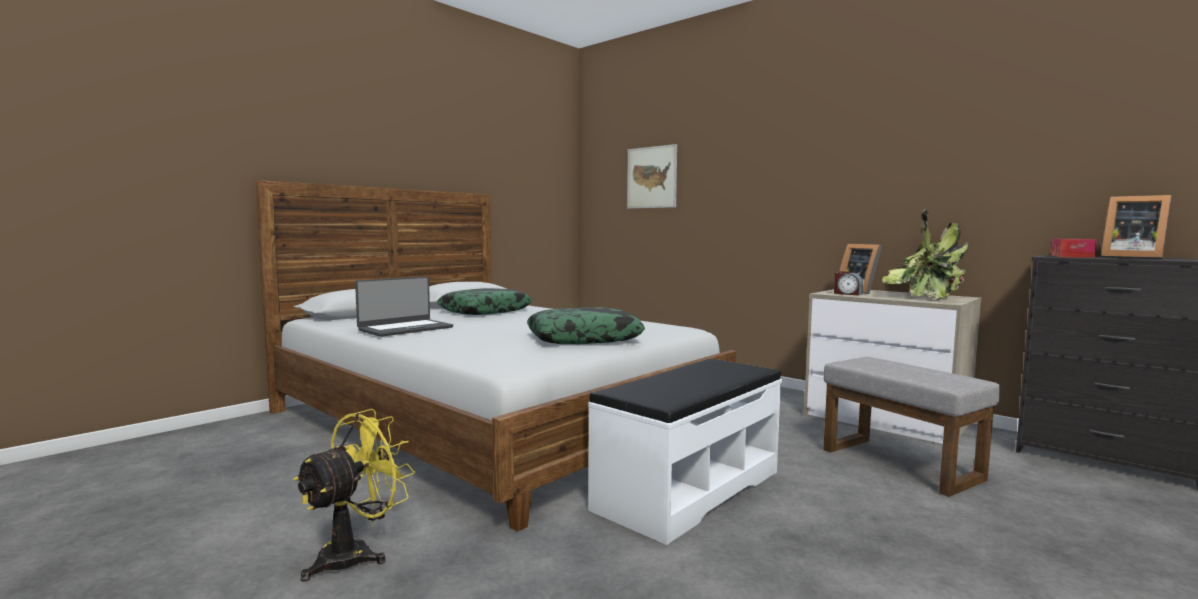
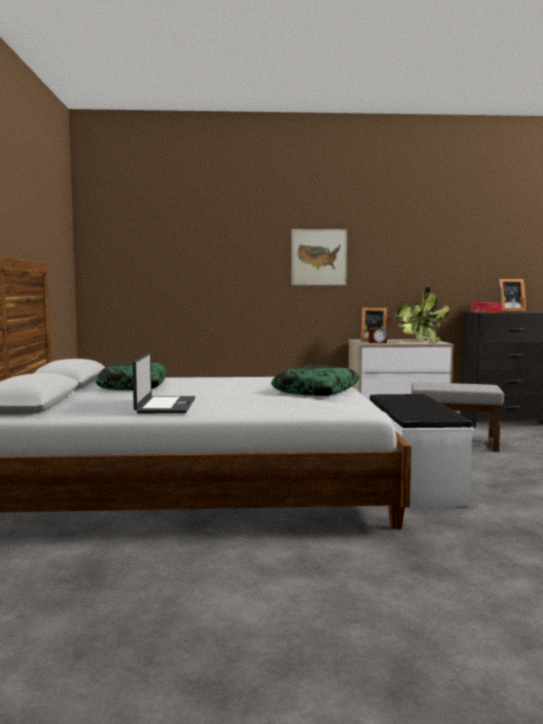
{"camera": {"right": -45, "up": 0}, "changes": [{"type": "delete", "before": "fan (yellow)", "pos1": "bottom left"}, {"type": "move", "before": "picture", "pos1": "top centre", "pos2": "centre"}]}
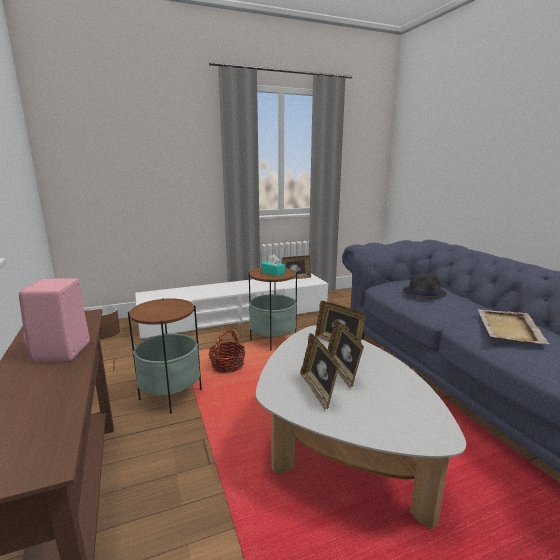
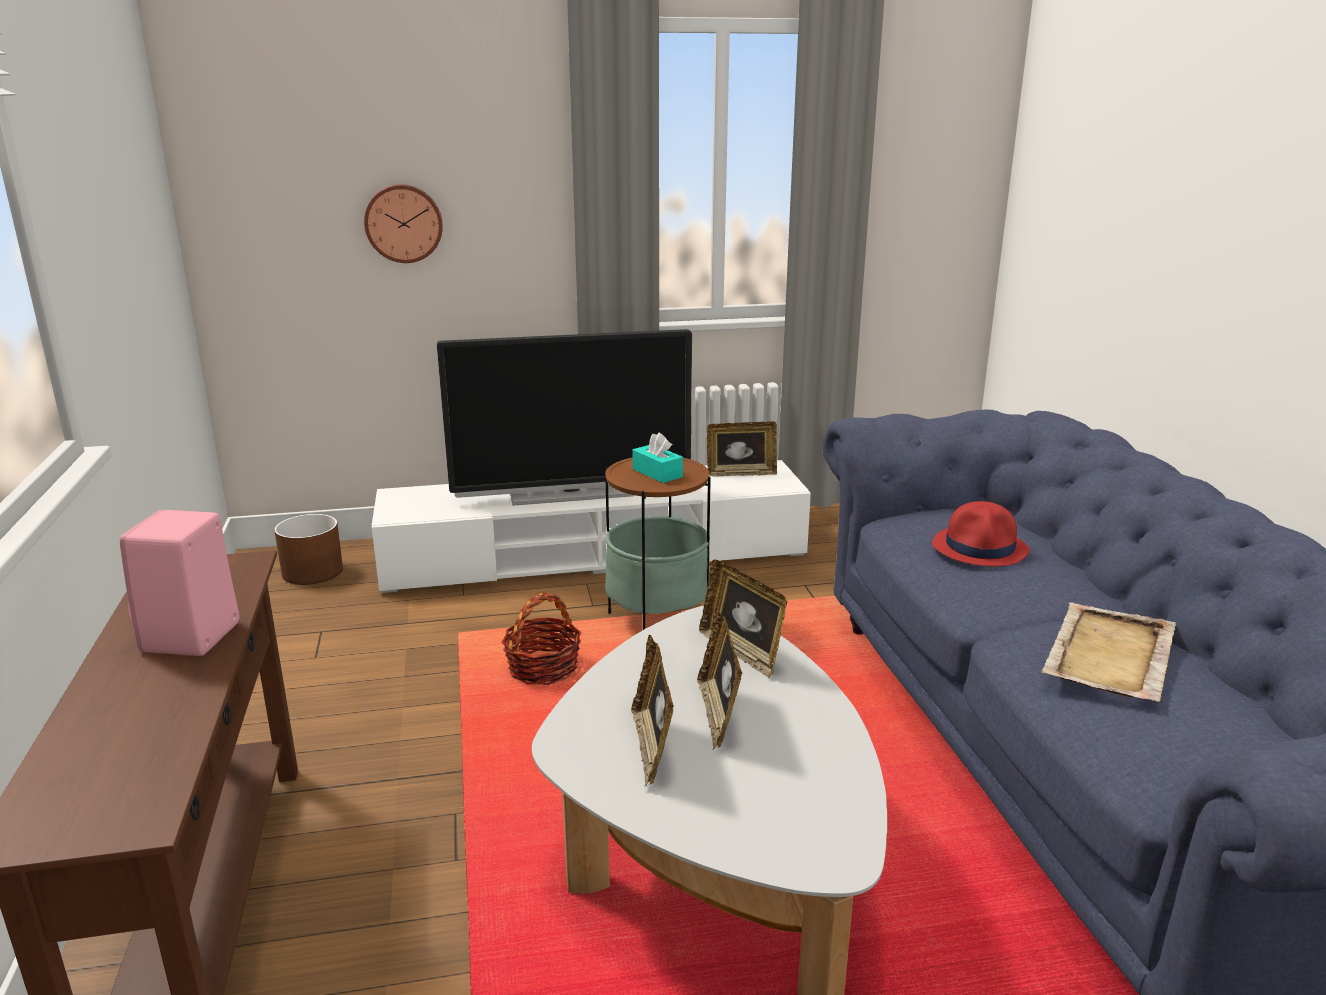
{"camera": {"right": 10, "up": 5}, "changes": [{"type": "delete", "before": "accent table (1st from left)", "pos1": "middle left"}, {"type": "recolor", "before": "wearable hat (blackish)", "after": "wearable hat (red-coloured)", "pos1": "middle right", "pos2": "middle right"}, {"type": "insert", "after": "clock on the wall", "pos2": "top left"}, {"type": "insert", "after": "TV set", "pos2": "centre"}]}
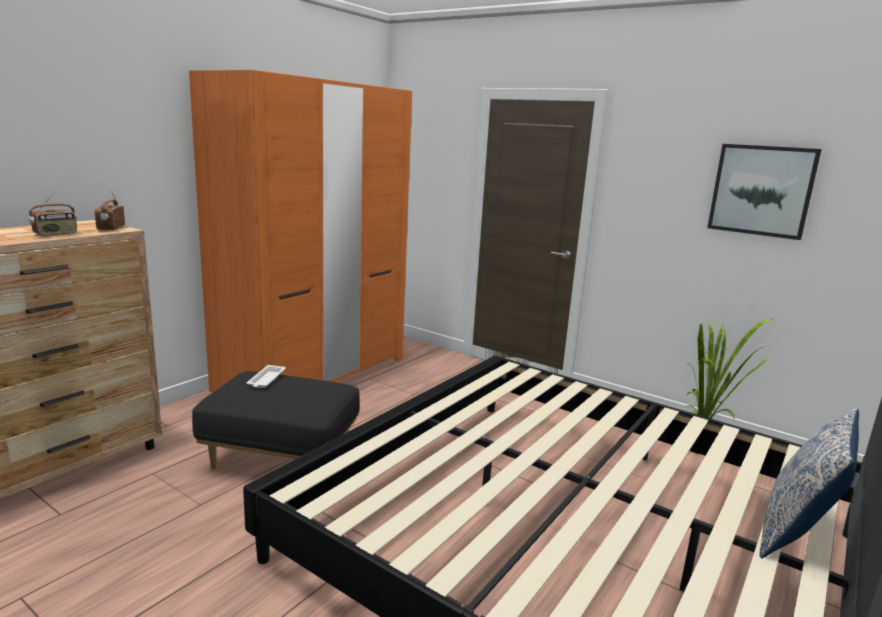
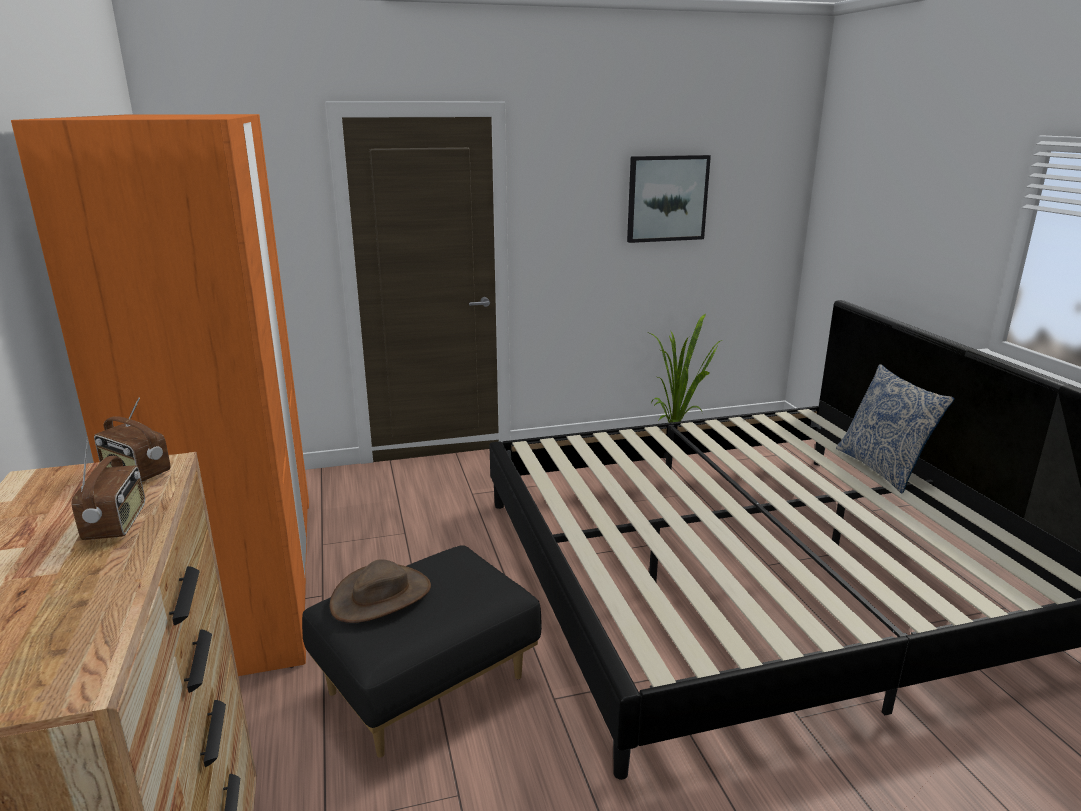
{"camera": {"right": -50, "up": 5}, "changes": [{"type": "replace", "before": "tray (whitish)", "after": "wearable hat (brown-coloured)", "pos1": "middle left", "pos2": "bottom centre"}]}
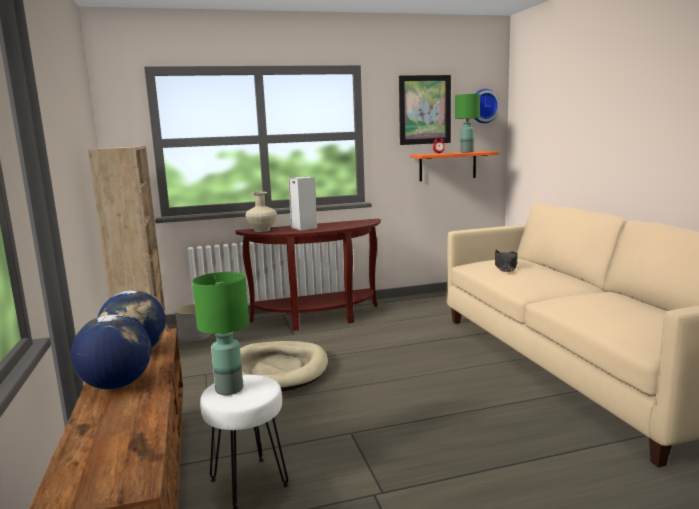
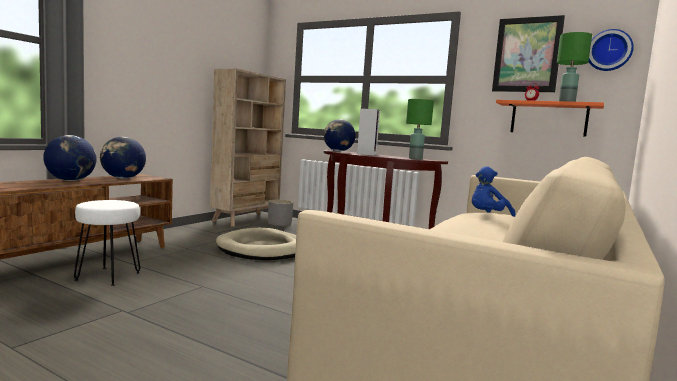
{"camera": {"right": 45, "up": -5}, "changes": [{"type": "move", "before": "table lamp (green) (1st from left)", "pos1": "middle left", "pos2": "centre"}, {"type": "replace", "before": "flower vase (sand-coloured)", "after": "globe (3rd from left)", "pos1": "centre", "pos2": "centre"}, {"type": "replace", "before": "wearable hat (blackish)", "after": "soft toy (bluish)", "pos1": "middle right", "pos2": "middle right"}]}
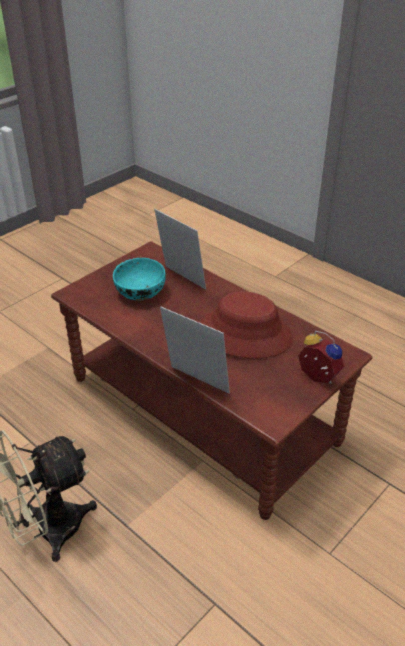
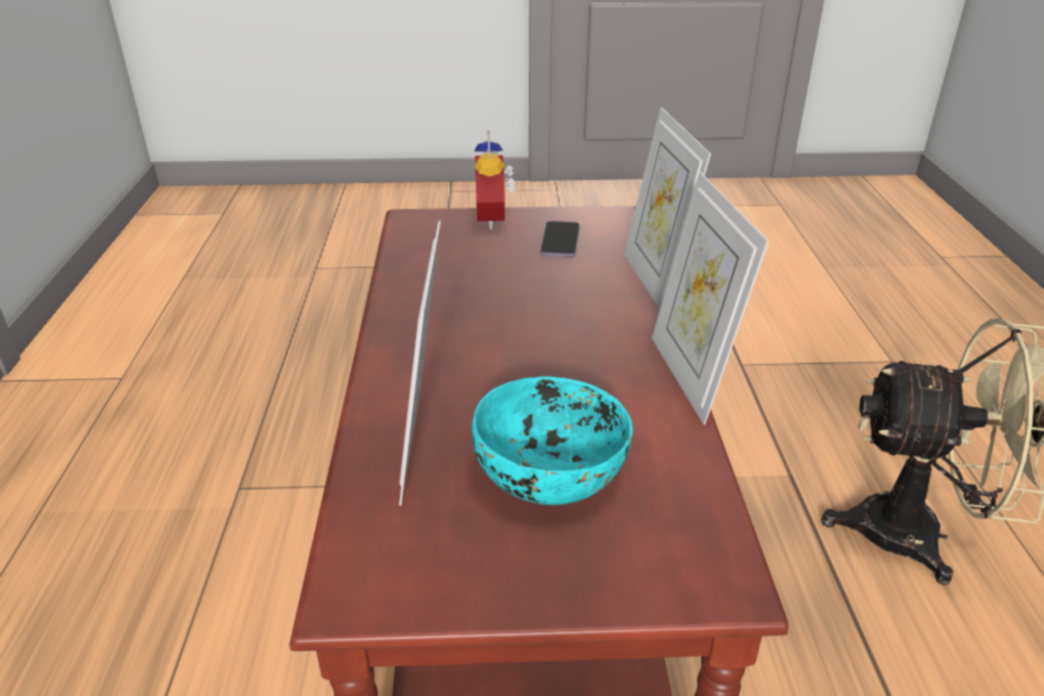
{"camera": {"right": -135, "up": -5}, "changes": [{"type": "delete", "before": "wearable hat (red-coloured)", "pos1": "centre"}, {"type": "insert", "after": "telephone", "pos2": "centre"}, {"type": "insert", "after": "photo frame (3rd from left)", "pos2": "middle right"}]}
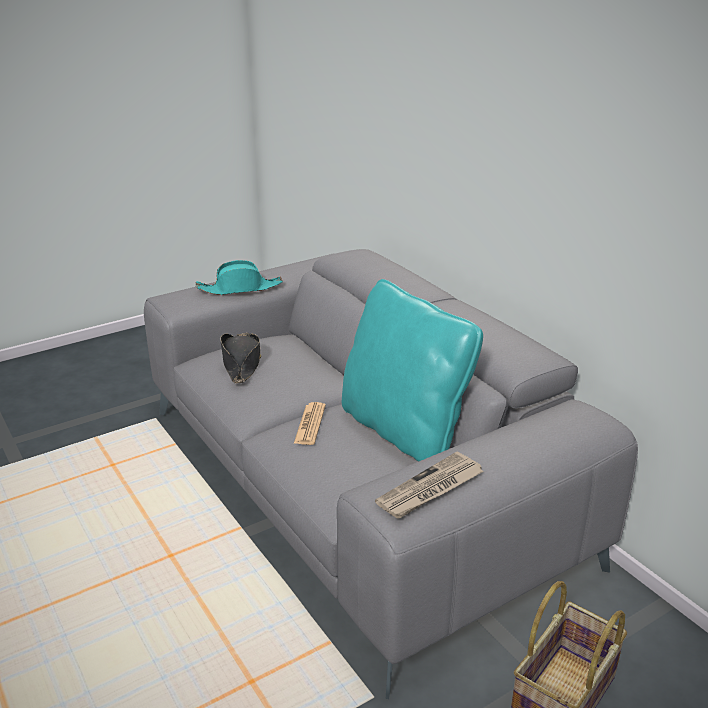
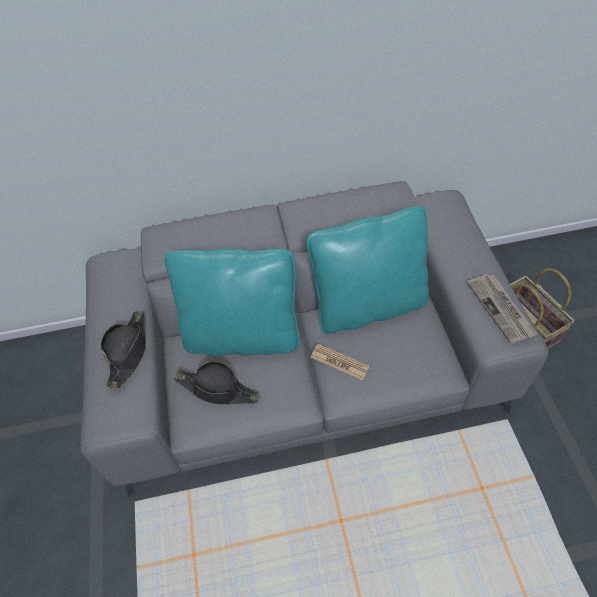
{"camera": {"right": -65, "up": 25}, "changes": [{"type": "recolor", "before": "wearable hat (turquoise)", "after": "wearable hat (blackish) (1st from left)", "pos1": "centre", "pos2": "middle left"}, {"type": "insert", "after": "cushion (turquoise) (1st from left)", "pos2": "centre"}]}
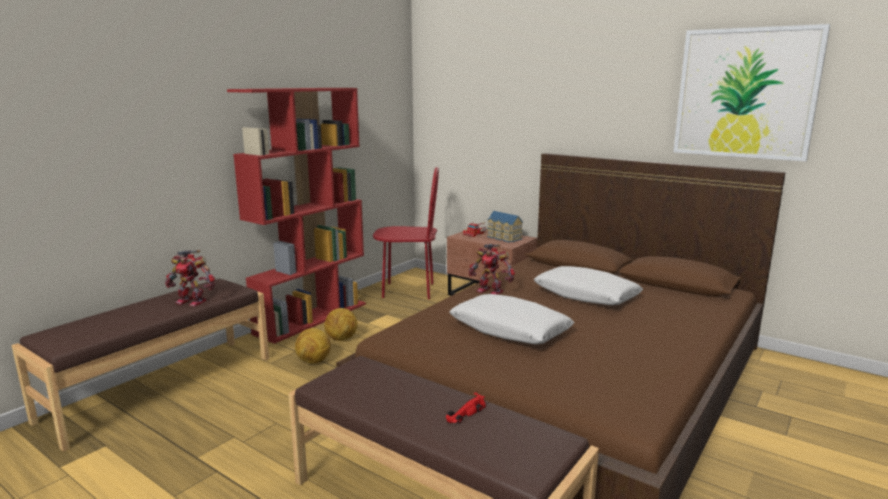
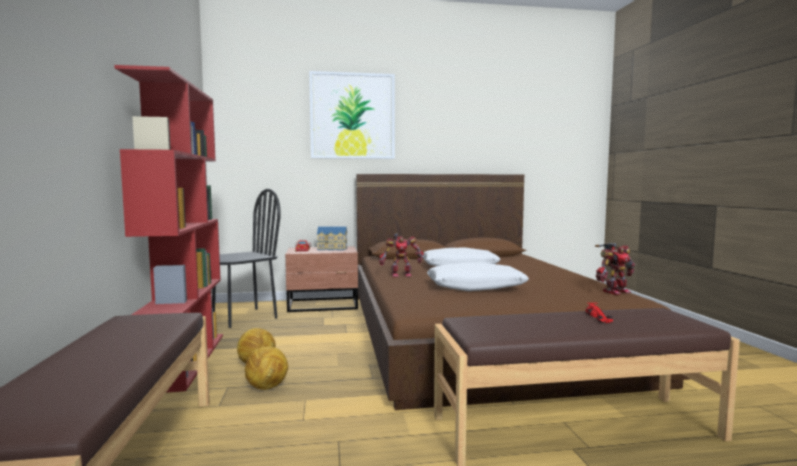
{"camera": {"right": -45, "up": -10}, "changes": [{"type": "move", "before": "model robot (1st from left in the first image)", "after": "model robot (2nd from left)", "pos1": "middle left", "pos2": "middle right"}, {"type": "recolor", "before": "plain chair (red-coloured)", "after": "plain chair (blackish)", "pos1": "centre", "pos2": "middle left"}, {"type": "move", "before": "picture", "pos1": "top right", "pos2": "top centre"}]}
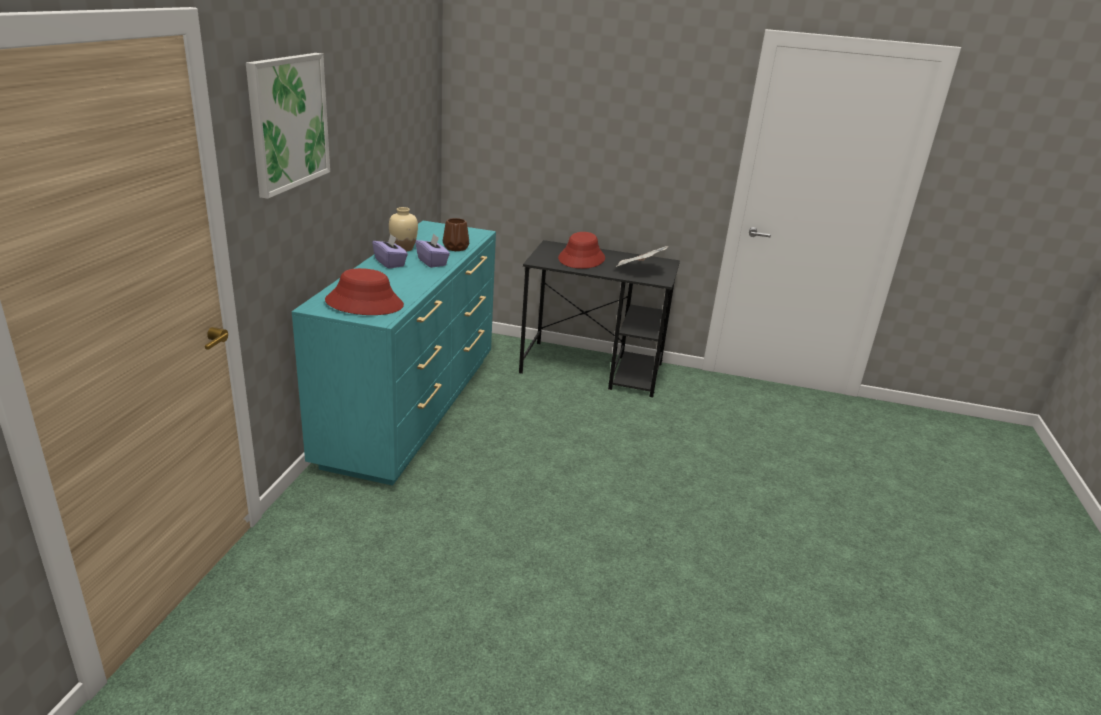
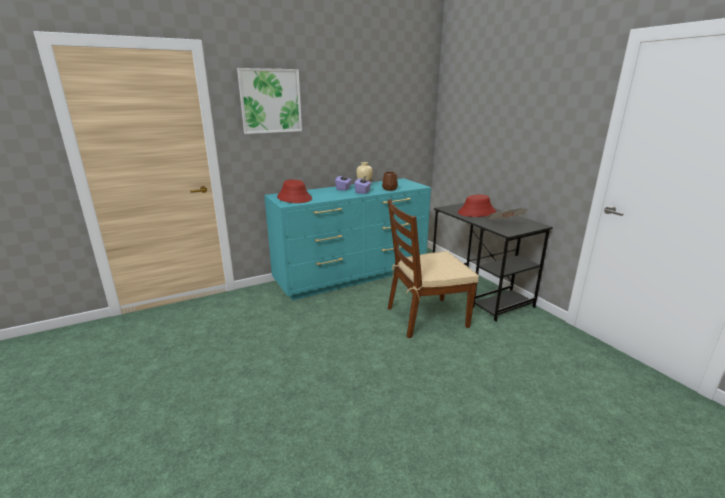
{"camera": {"right": 50, "up": -5}, "changes": [{"type": "insert", "after": "plain chair (brown-coloured)", "pos2": "centre"}]}
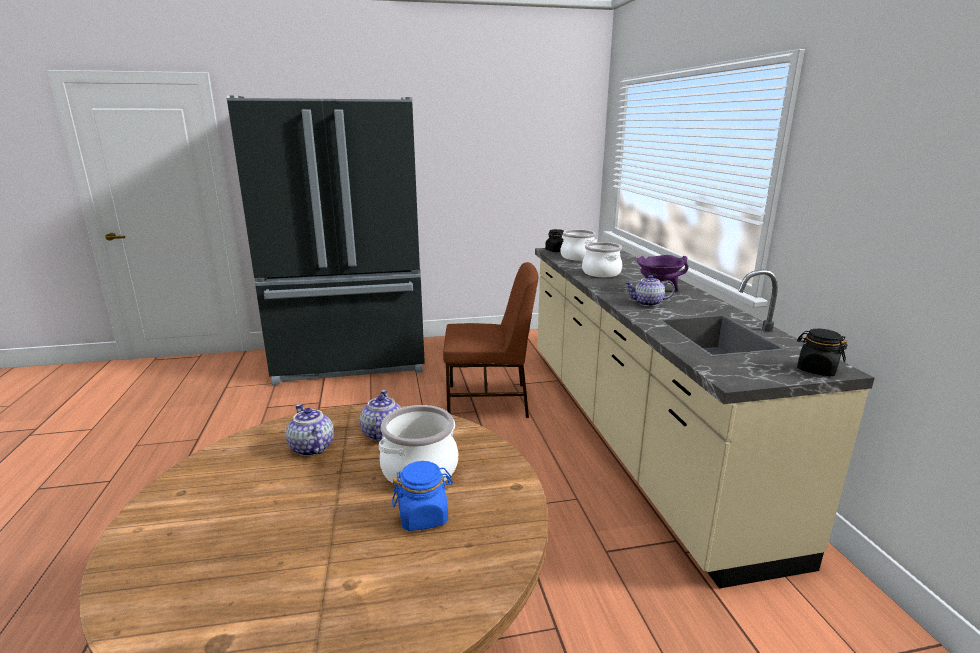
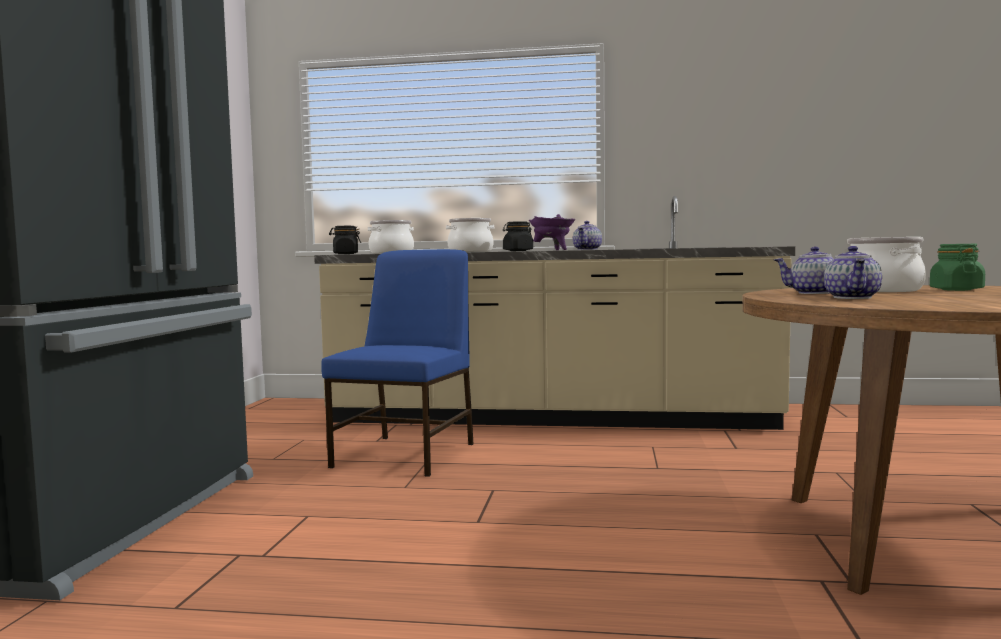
{"camera": {"right": -70, "up": -15}, "changes": [{"type": "rotate", "before": "teapot (1st from left in the first image)", "pos1": "middle left", "pos2": "middle right", "turn": -60}, {"type": "recolor", "before": "jar (bluish)", "after": "jar (green)", "pos1": "bottom centre", "pos2": "middle right"}, {"type": "recolor", "before": "plain chair (brown-coloured)", "after": "plain chair (bluish)", "pos1": "centre", "pos2": "centre"}, {"type": "move", "before": "jar (blackish) (2nd from left)", "pos1": "middle right", "pos2": "centre"}]}
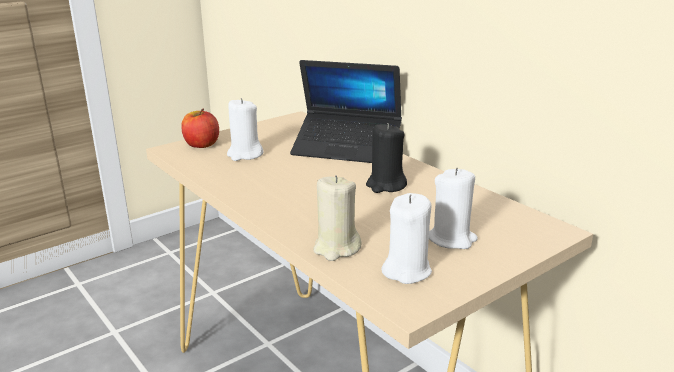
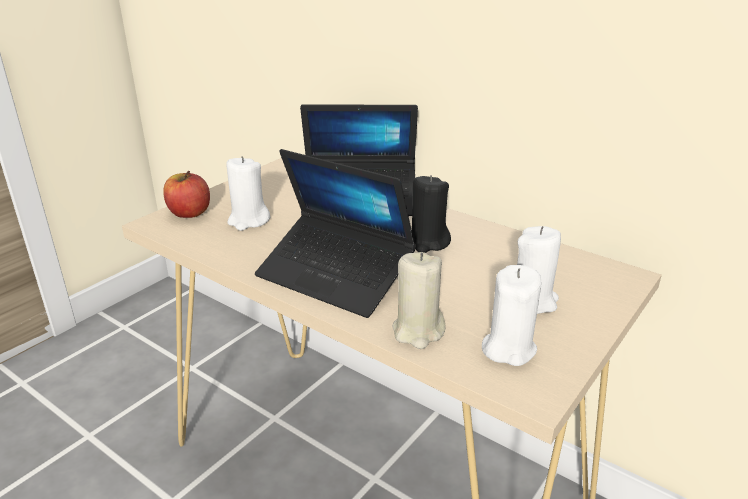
{"camera": {"right": -15, "up": 5}, "changes": [{"type": "insert", "after": "notebook computer (1st from left)", "pos2": "centre"}]}
